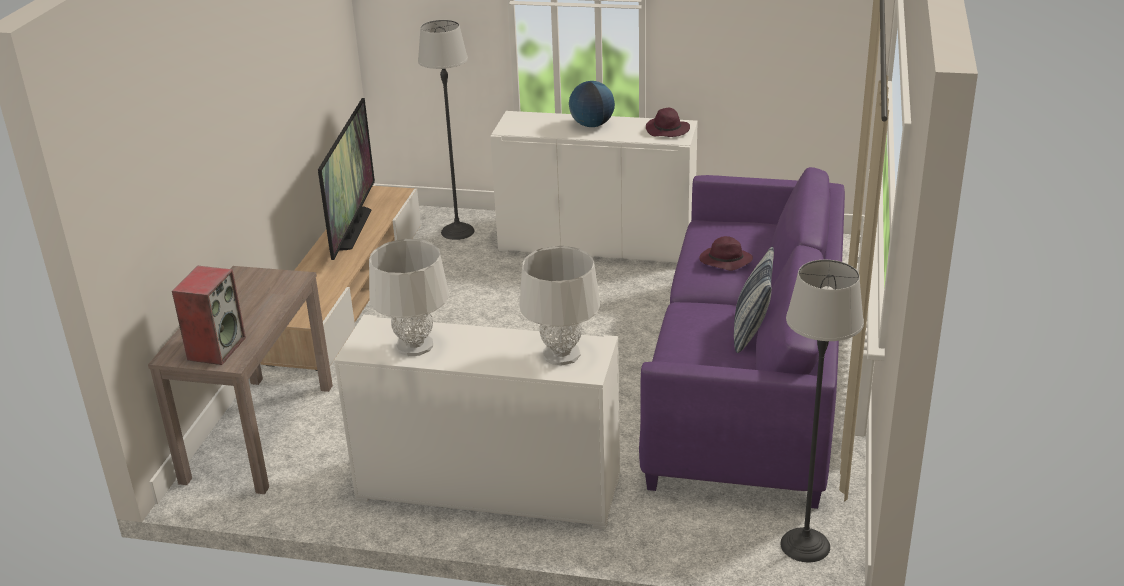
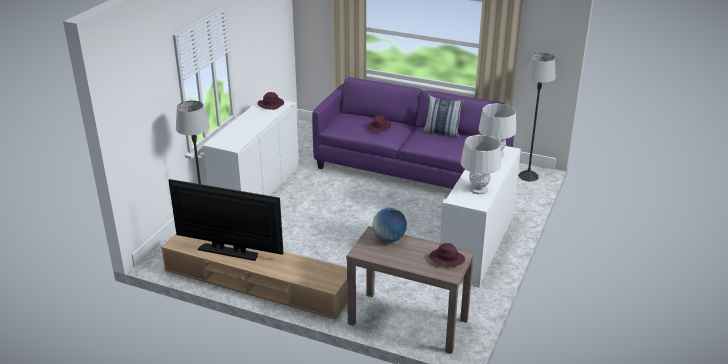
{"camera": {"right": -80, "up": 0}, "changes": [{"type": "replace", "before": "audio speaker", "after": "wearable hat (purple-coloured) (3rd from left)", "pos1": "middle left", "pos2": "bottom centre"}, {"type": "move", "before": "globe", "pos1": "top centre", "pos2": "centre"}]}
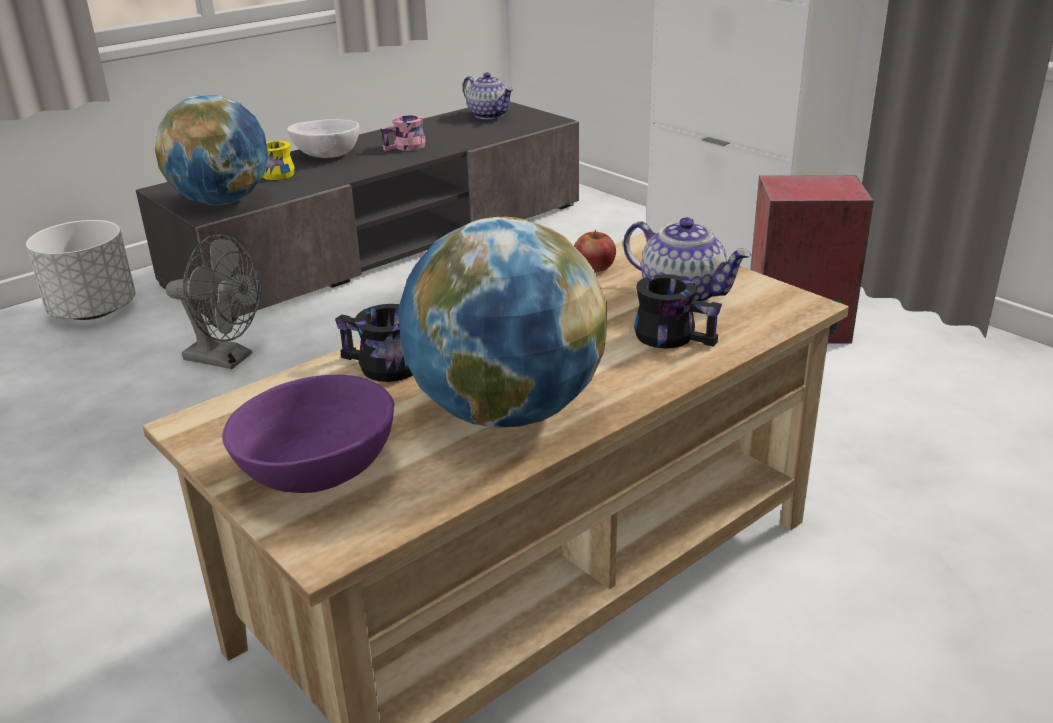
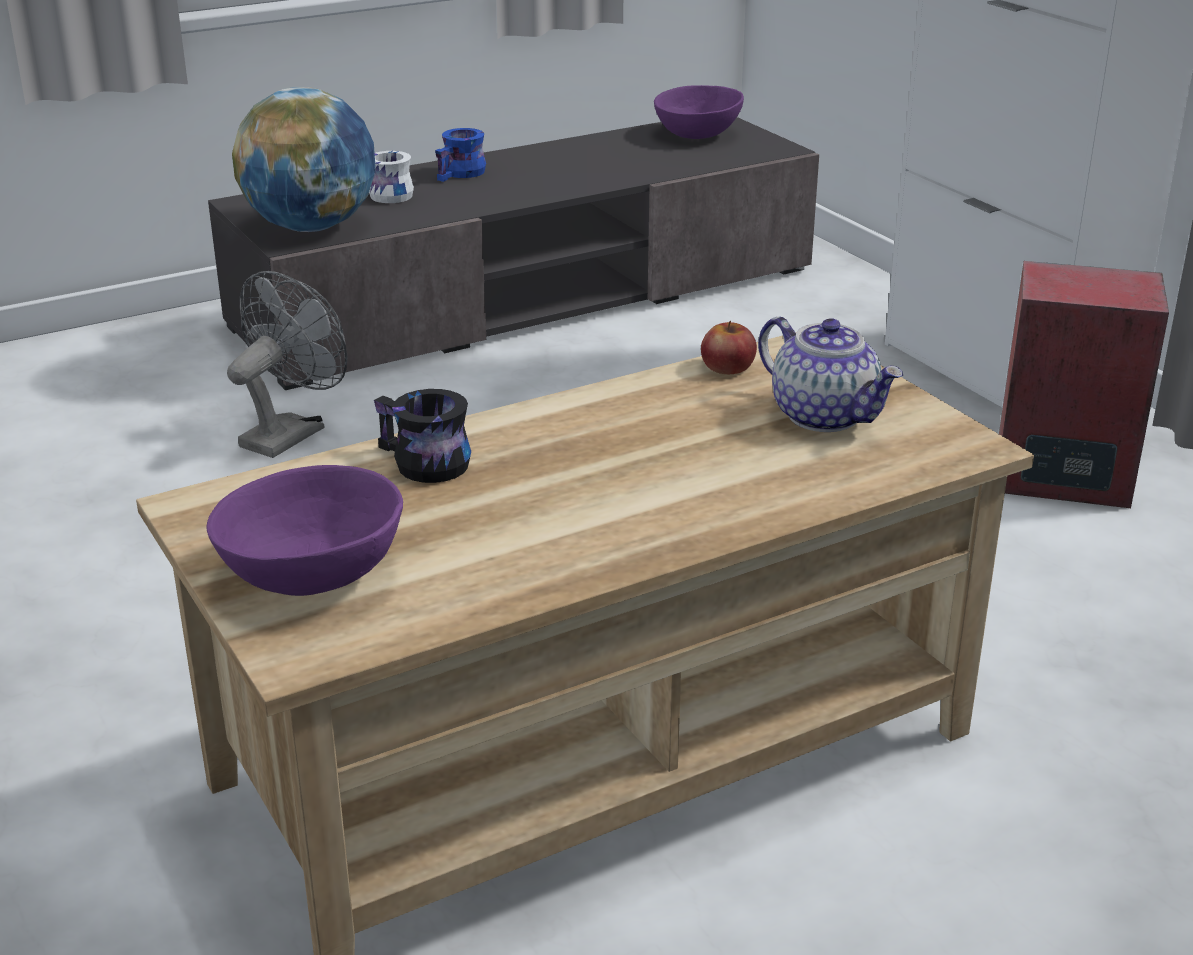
{"camera": {"right": 10, "up": 0}, "changes": [{"type": "delete", "before": "planter (whitish)", "pos1": "middle left"}, {"type": "rotate", "before": "fan (gray)", "pos1": "middle left", "pos2": "middle left", "turn": -90}, {"type": "recolor", "before": "mug (yellow)", "after": "mug (whitish)", "pos1": "top left", "pos2": "top left"}, {"type": "replace", "before": "deep dish (whitish)", "after": "mug (bluish)", "pos1": "top left", "pos2": "top centre"}, {"type": "delete", "before": "mug (pinkish)", "pos1": "top centre"}, {"type": "delete", "before": "globe (2nd from left)", "pos1": "centre"}, {"type": "replace", "before": "teapot (1st from left)", "after": "deep dish (purple-coloured) (2nd from left)", "pos1": "top centre", "pos2": "top centre"}, {"type": "delete", "before": "mug (blackish) (2nd from left)", "pos1": "centre"}]}
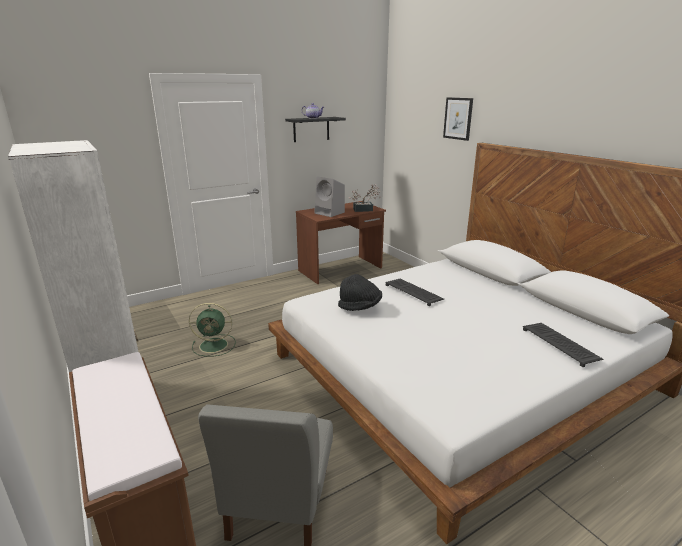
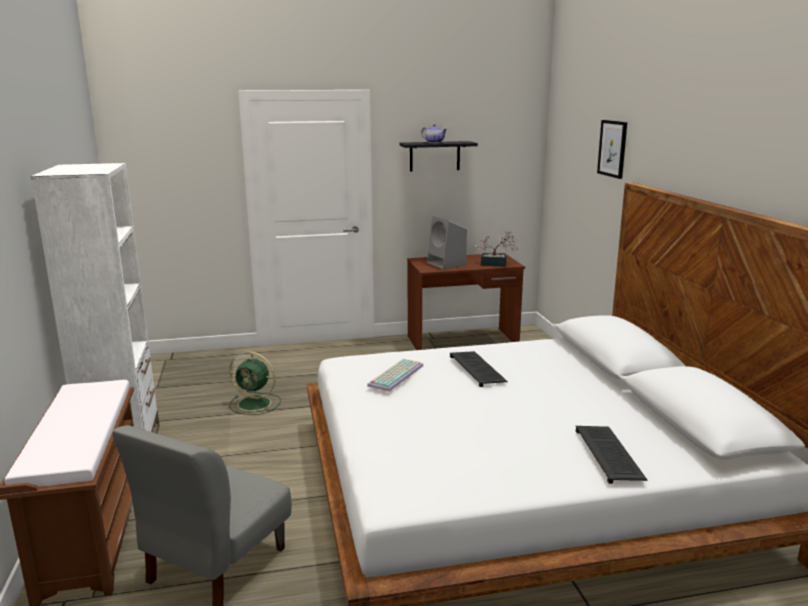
{"camera": {"right": 20, "up": -5}, "changes": [{"type": "replace", "before": "wearable hat (blackish)", "after": "PC keyboard (1st from left)", "pos1": "centre", "pos2": "centre"}]}
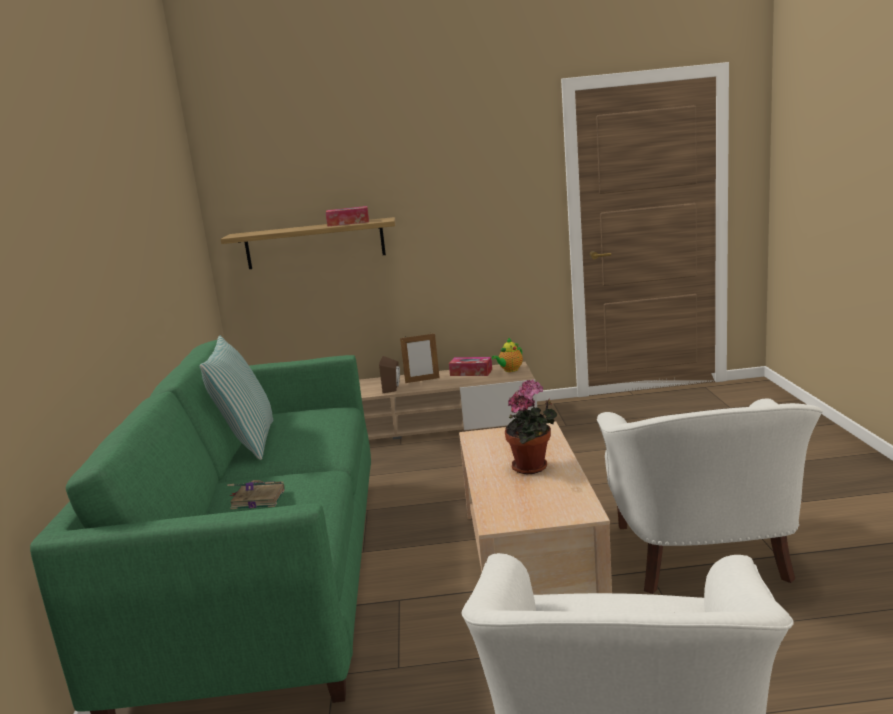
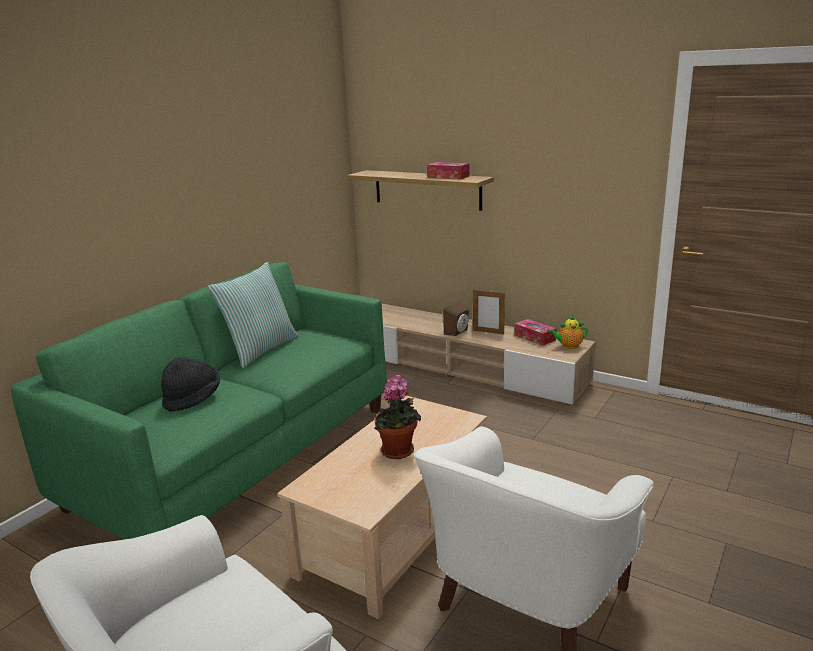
{"camera": {"right": 35, "up": 5}, "changes": [{"type": "replace", "before": "book", "after": "wearable hat (blackish)", "pos1": "bottom left", "pos2": "middle left"}]}
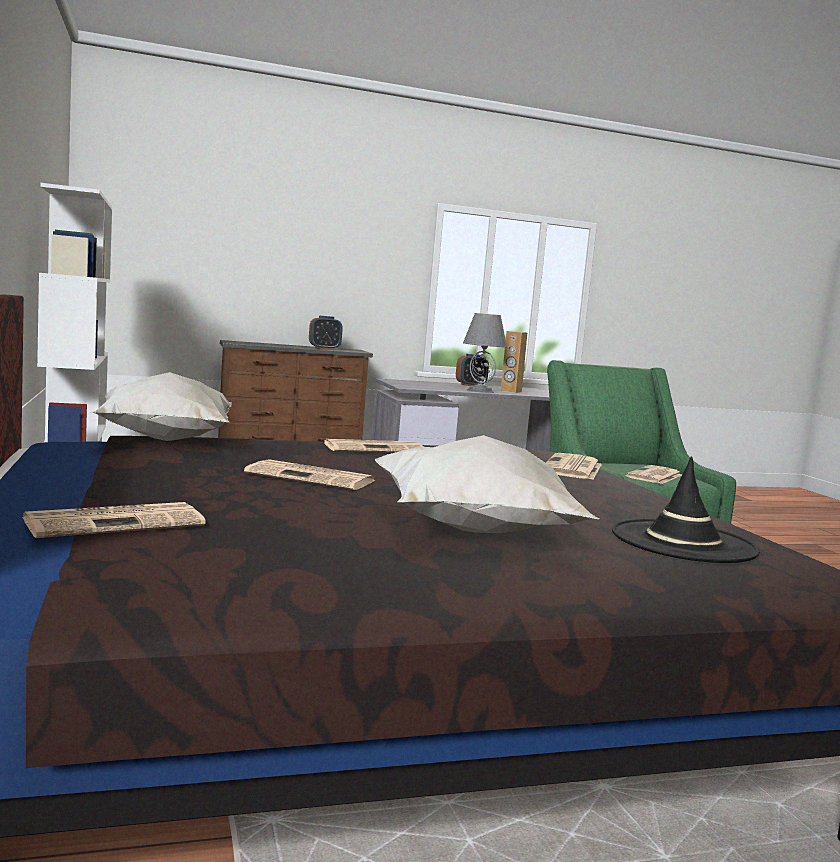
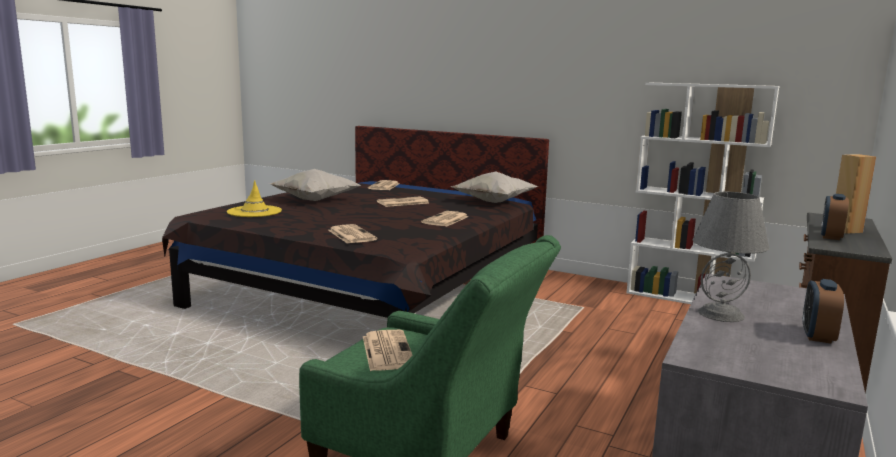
{"camera": {"right": 135, "up": 5}, "changes": [{"type": "move", "before": "audio speaker (brown-coloured)", "pos1": "centre", "pos2": "middle right"}, {"type": "recolor", "before": "wearable hat (blackish)", "after": "wearable hat (yellow)", "pos1": "middle right", "pos2": "middle left"}]}
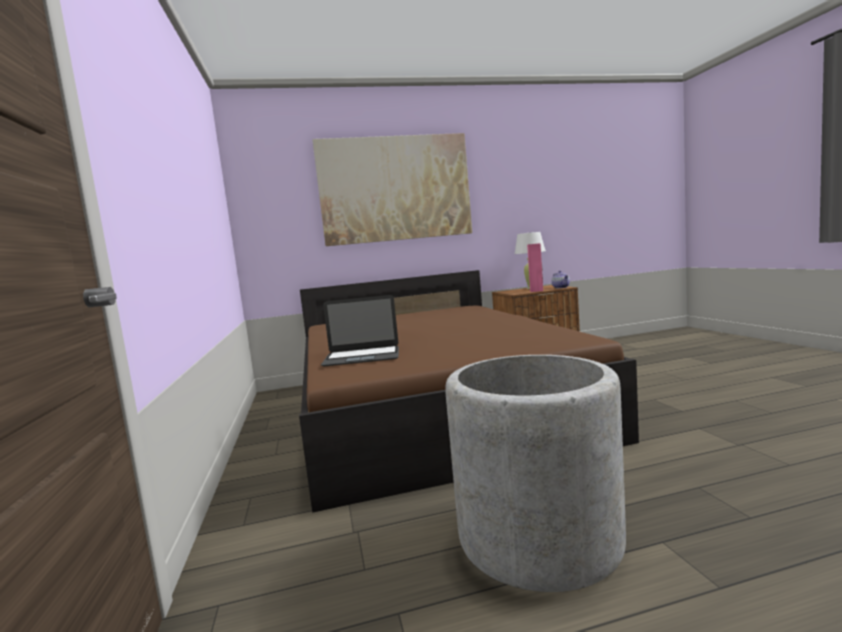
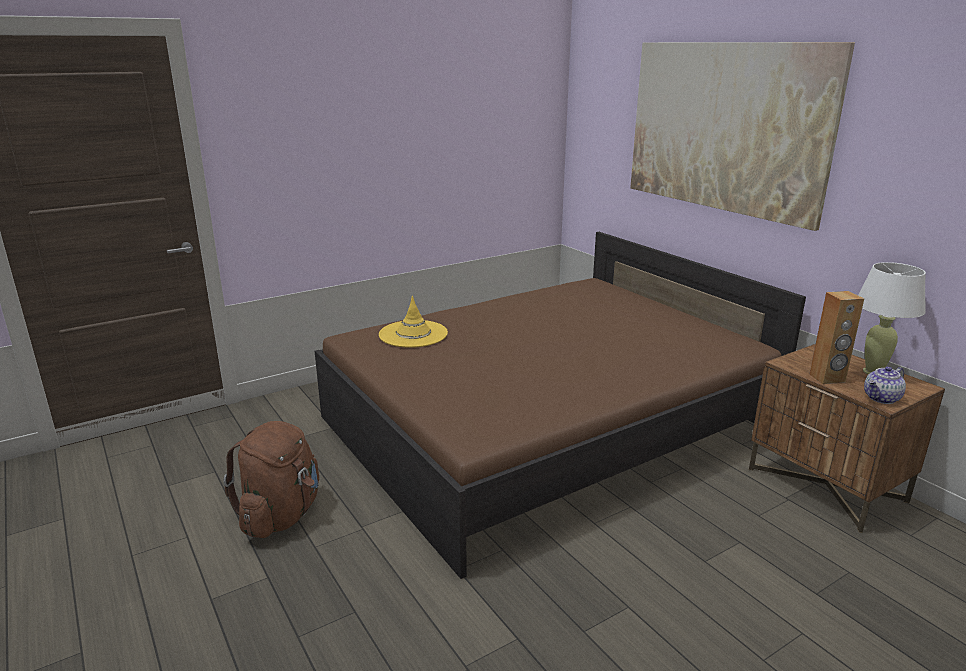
{"camera": {"right": 70, "up": 15}, "changes": [{"type": "replace", "before": "notebook computer", "after": "wearable hat (yellow)", "pos1": "centre", "pos2": "centre"}, {"type": "replace", "before": "planter (gray)", "after": "knapsack (brown-coloured)", "pos1": "bottom centre", "pos2": "bottom left"}, {"type": "recolor", "before": "audio speaker (pinkish)", "after": "audio speaker (brown-coloured)", "pos1": "centre", "pos2": "middle right"}]}
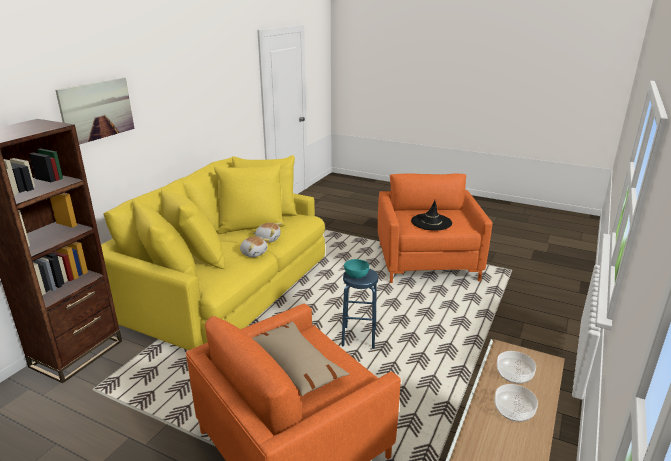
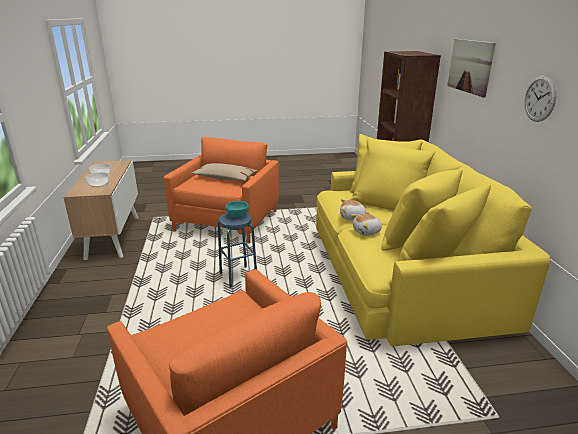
{"camera": {"right": 145, "up": 0}, "changes": [{"type": "delete", "before": "wearable hat (blackish)", "pos1": "centre"}, {"type": "insert", "after": "clock on the wall", "pos2": "top right"}]}
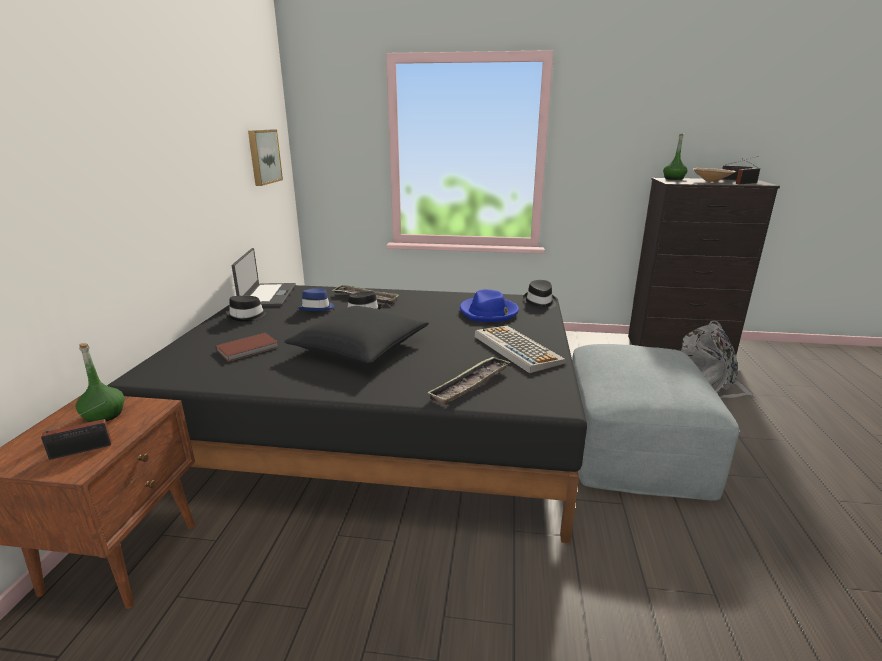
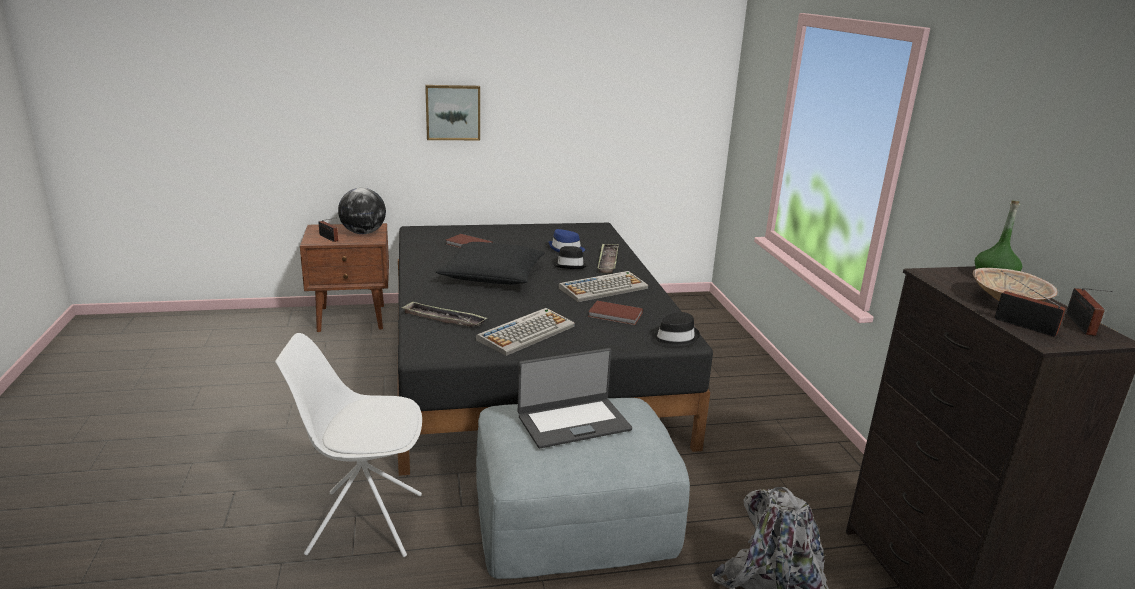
{"camera": {"right": 70, "up": 0}, "changes": [{"type": "replace", "before": "drink bottle (green) (1st from left)", "after": "globe", "pos1": "middle left", "pos2": "middle left"}, {"type": "delete", "before": "wearable hat (blackish) (1st from left)", "pos1": "middle left"}, {"type": "move", "before": "notebook computer", "pos1": "middle left", "pos2": "bottom centre"}, {"type": "move", "before": "picture", "pos1": "top left", "pos2": "top centre"}, {"type": "replace", "before": "wearable hat (bluish) (2nd from left)", "after": "book (brown-coloured) (2nd from left)", "pos1": "centre", "pos2": "centre"}, {"type": "insert", "after": "plain chair (whitish)", "pos2": "bottom left"}, {"type": "insert", "after": "PC keyboard (2nd from left)", "pos2": "centre"}]}
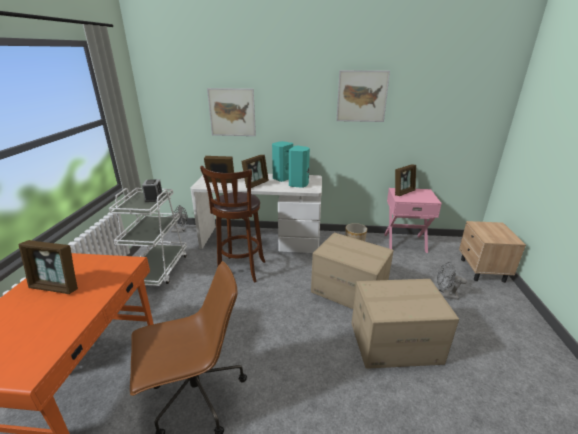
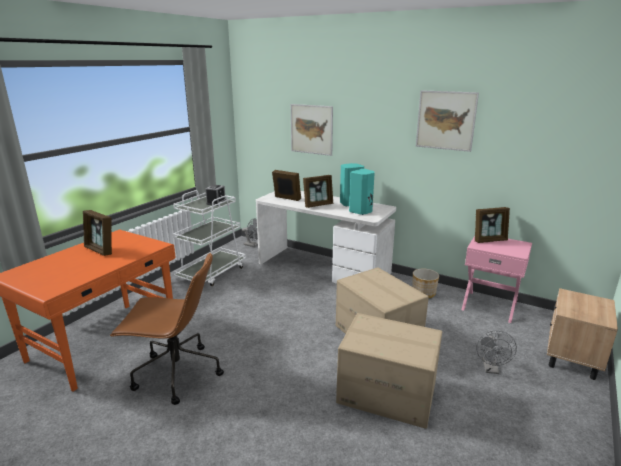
{"camera": {"right": 25, "up": -5}, "changes": [{"type": "delete", "before": "stool seat (brown-coloured)", "pos1": "centre"}, {"type": "rotate", "before": "fan (gray) (2nd from left)", "pos1": "middle right", "pos2": "bottom right", "turn": -120}]}
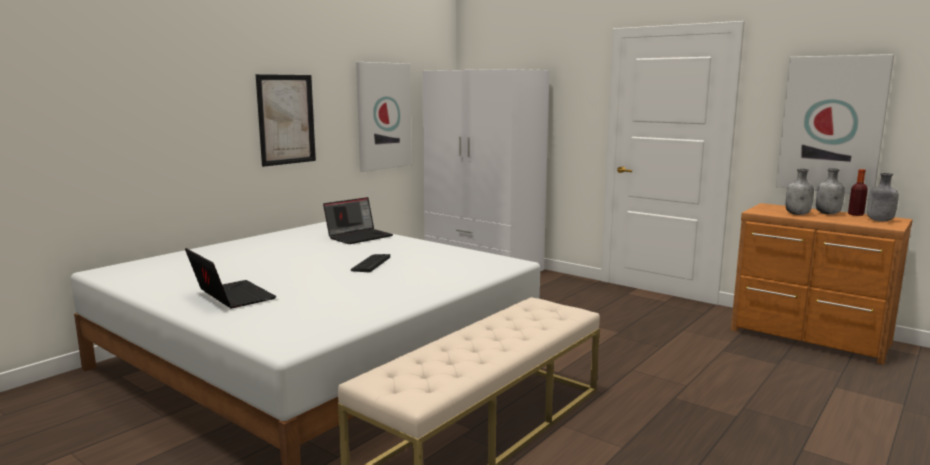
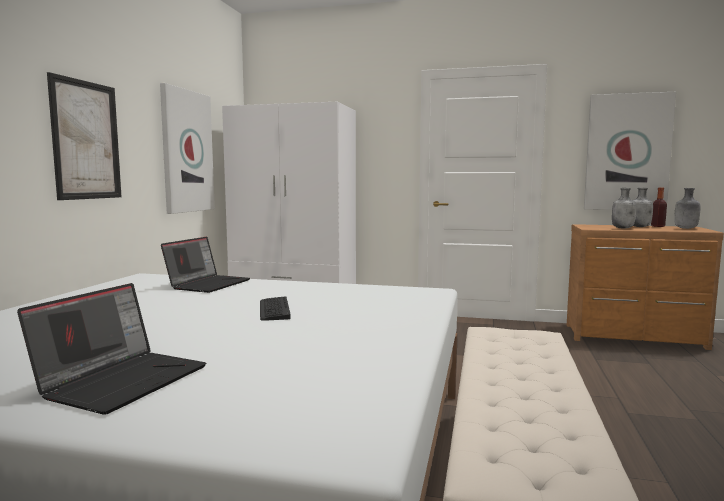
{"camera": {"right": -25, "up": -5}, "changes": [{"type": "rotate", "before": "notebook computer (1st from left)", "pos1": "middle left", "pos2": "bottom left", "turn": 90}]}
